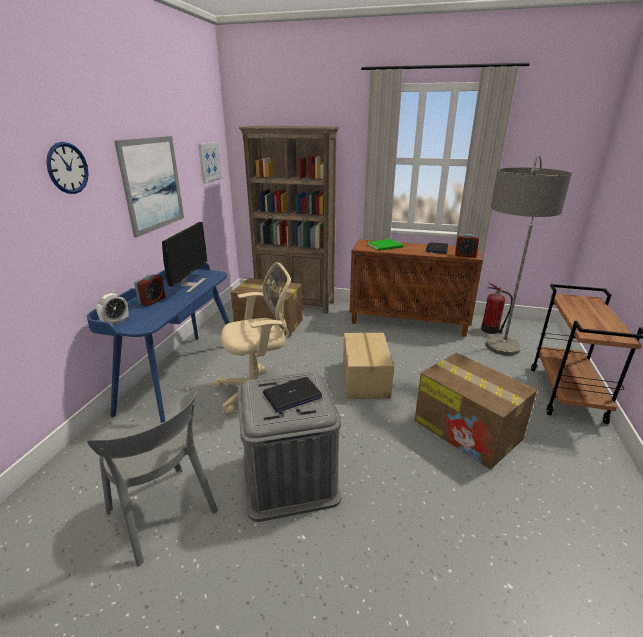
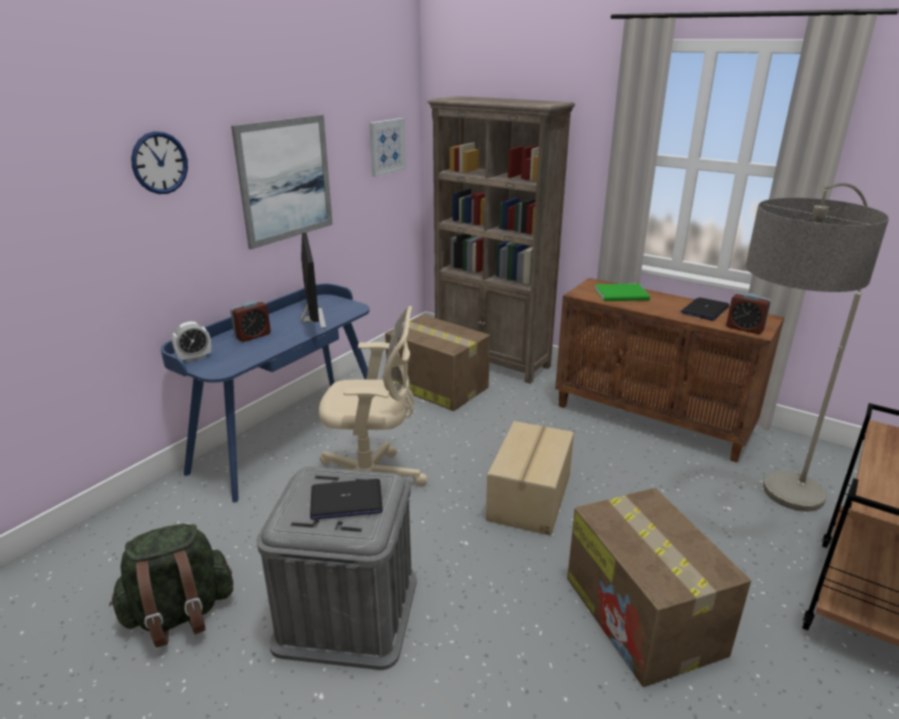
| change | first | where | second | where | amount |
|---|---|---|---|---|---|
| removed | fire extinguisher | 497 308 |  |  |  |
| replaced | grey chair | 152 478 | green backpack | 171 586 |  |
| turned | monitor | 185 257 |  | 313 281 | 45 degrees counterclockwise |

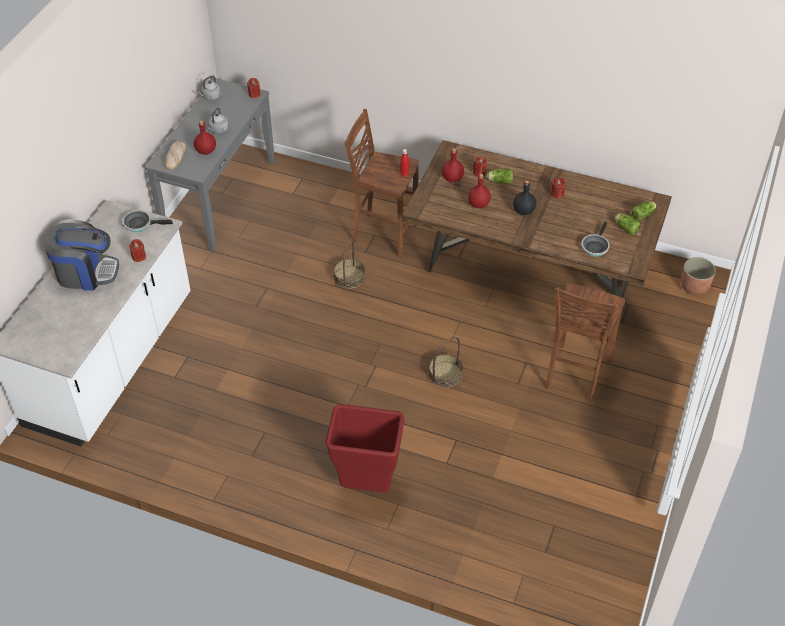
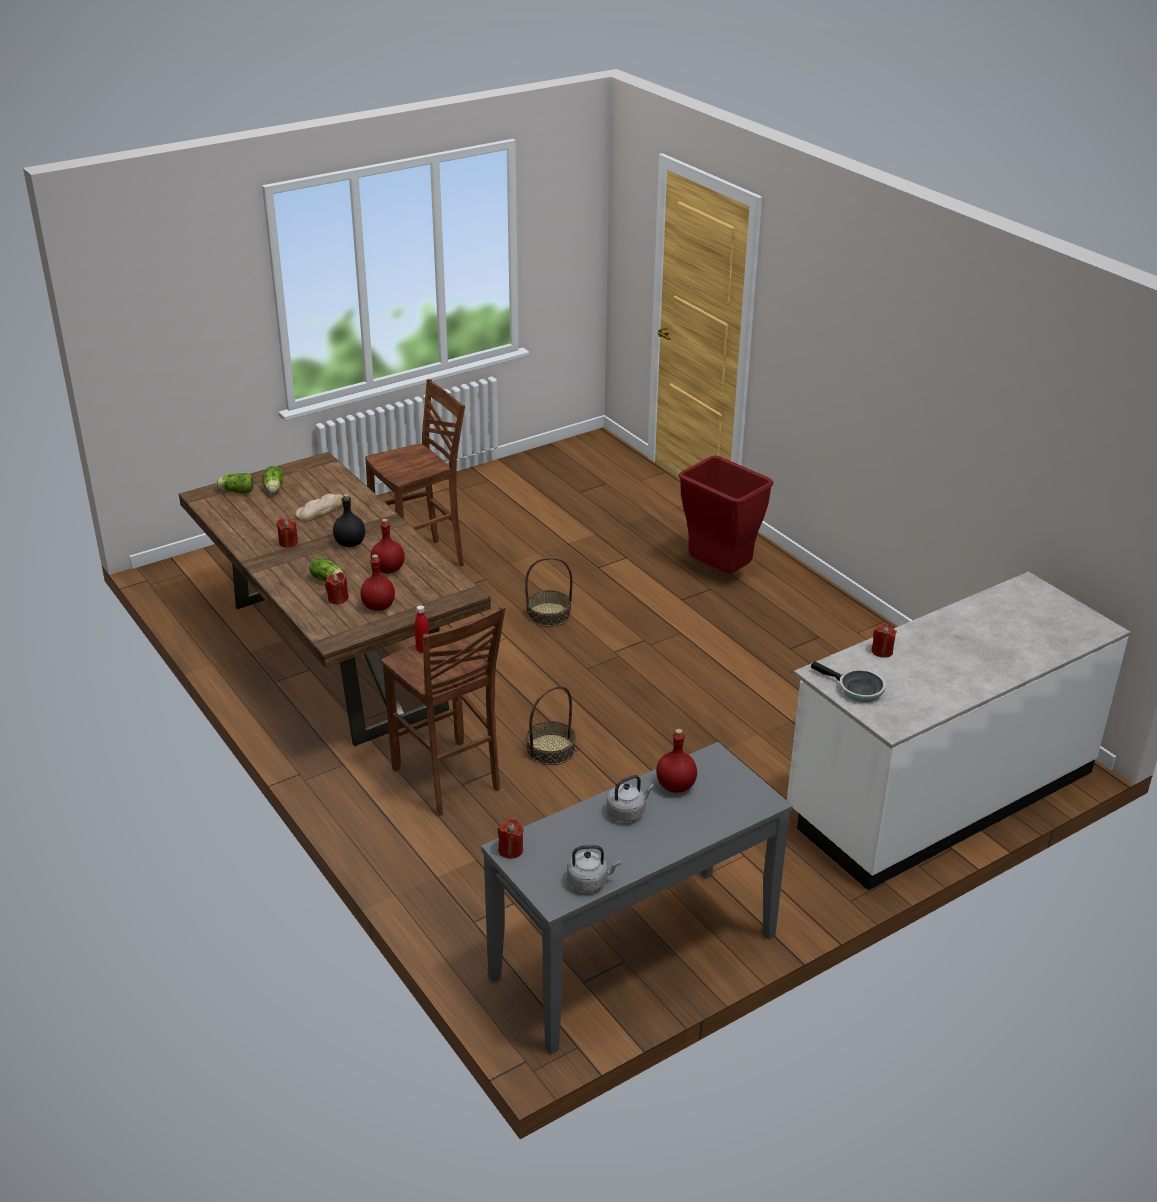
| change | first | where | second | where | amount |
|---|---|---|---|---|---|
| removed | coffee machine | 81 255 |  |  |  |
| removed | frying pan | 595 239 |  |  |  |
| removed | planter | 698 276 |  |  |  |
| moved | bread | 175 155 |  | 319 508 |  |

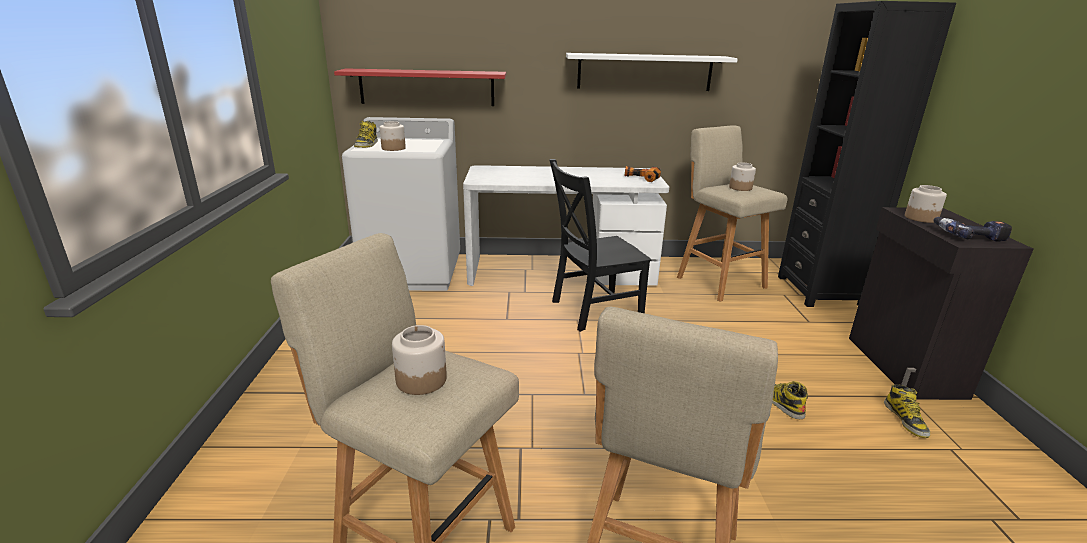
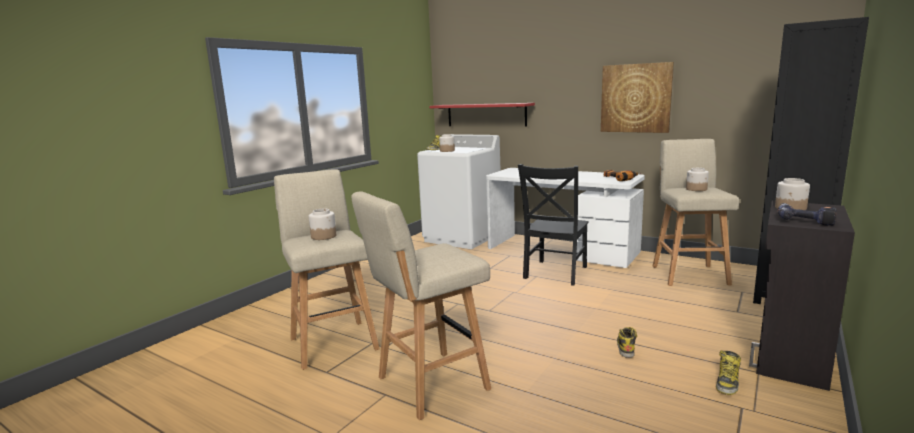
| change | first | where | second | where | amount |
|---|---|---|---|---|---|
| replaced | white shelf | 652 72 | picture | 637 97 |  |
| turned | black chair | 600 245 |  | 553 224 | 75 degrees counterclockwise |

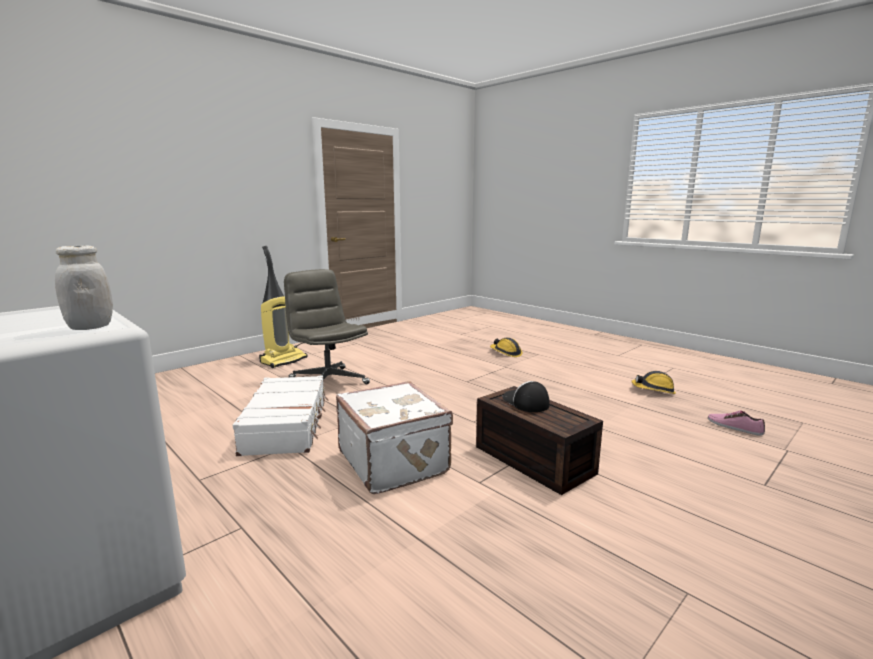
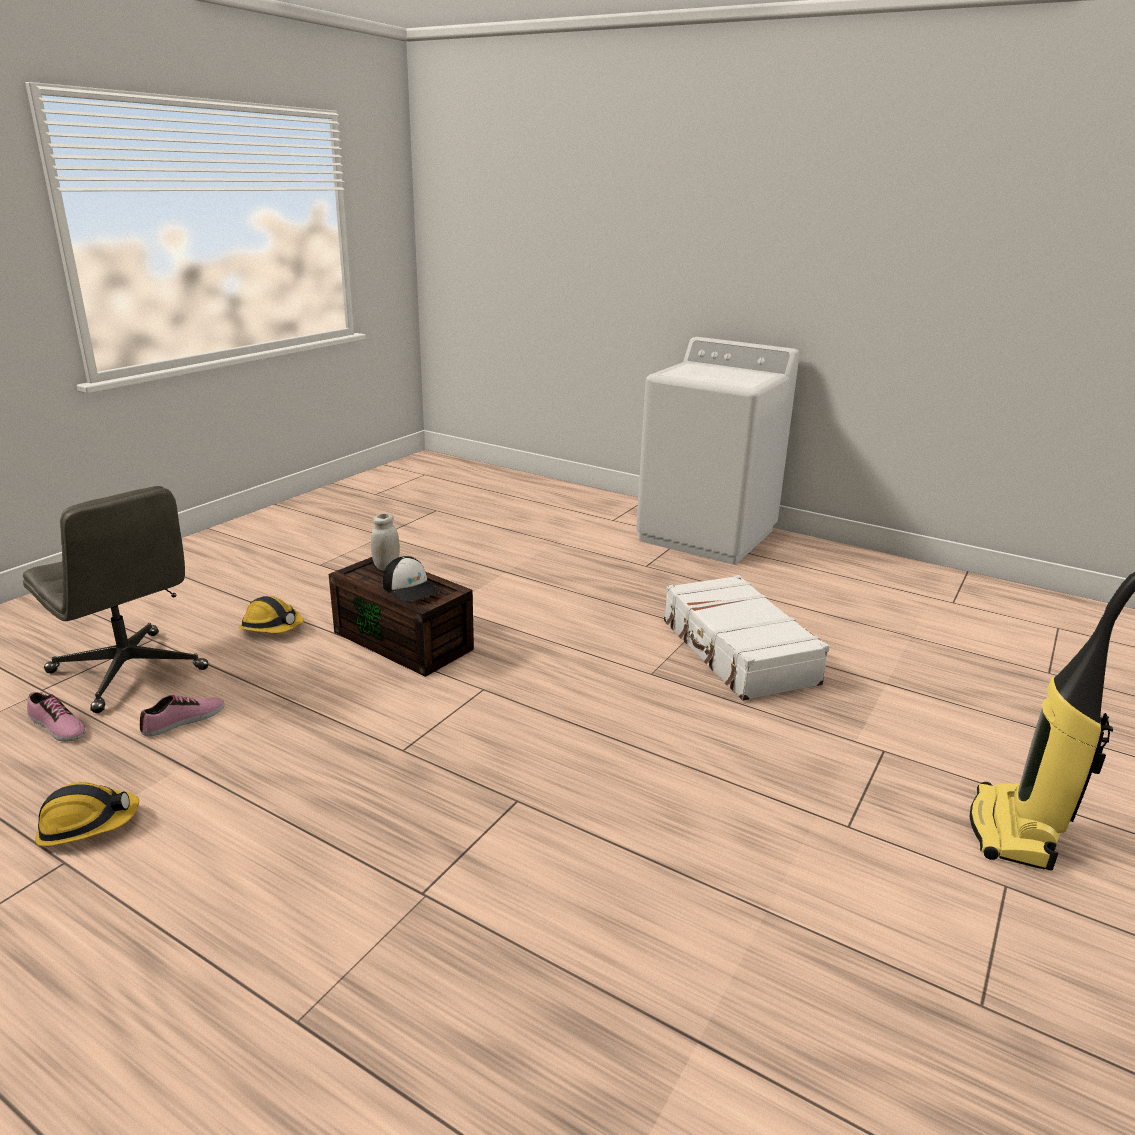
| change | first | where | second | where | amount |
|---|---|---|---|---|---|
| removed | white suitcase | 394 437 |  |  |  |
| added |  |  | shoe | 182 715 |  |
| moved | white jar | 84 287 |  | 385 542 |  |
| moved | grey office chair | 327 326 |  | 115 599 |  |
| moved | hard hat | 506 347 |  | 271 614 |  |

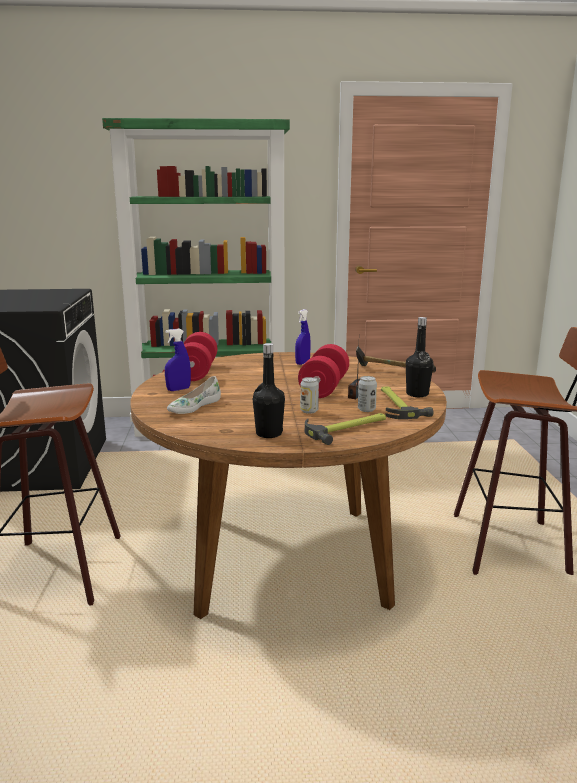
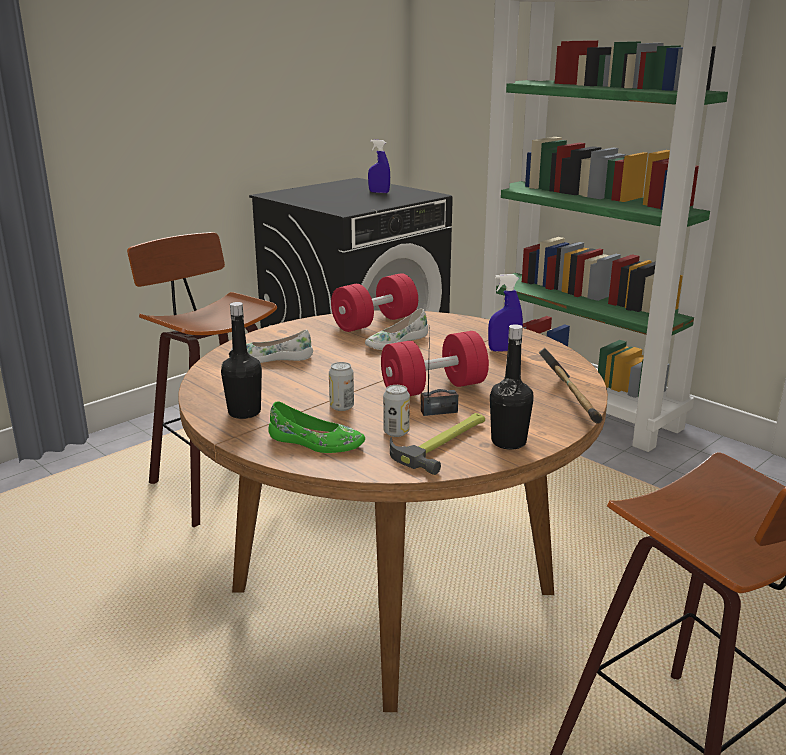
| change | first | where | second | where | amount |
|---|---|---|---|---|---|
| added |  |  | white shoe | 396 329 |  |
| moved | blue spray bottle | 178 359 |  | 379 166 |  |
| replaced | hammer | 345 429 | green shoe | 316 427 |  |

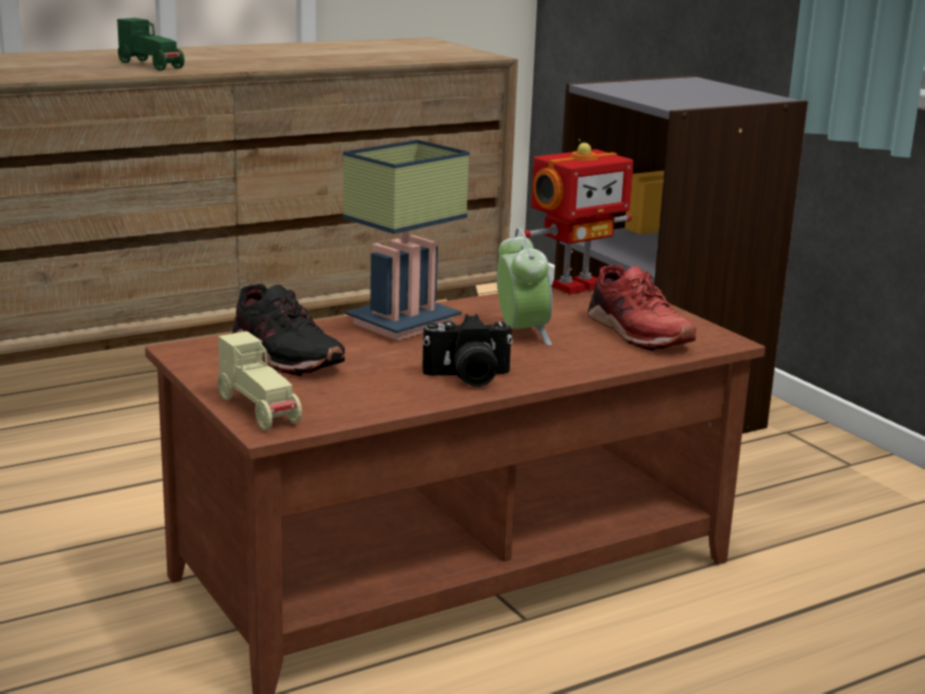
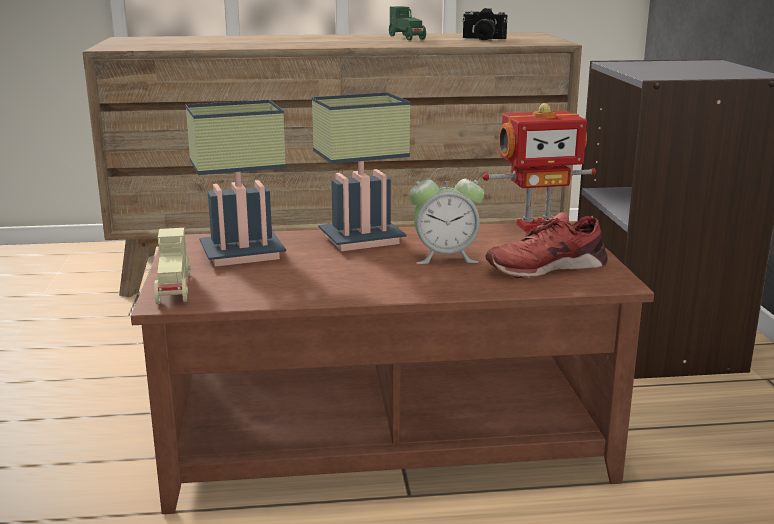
| change | first | where | second | where | amount |
|---|---|---|---|---|---|
| moved | green toy car | 150 44 |  | 407 23 |  |
| moved | photo camera | 467 350 |  | 484 24 |  |
| replaced | black shoe | 288 330 | table lamp | 235 183 |  |
| turned | alarm clock | 524 287 |  | 446 215 | 75 degrees clockwise |
| turned | red shoe | 642 308 |  | 546 245 | 75 degrees clockwise |

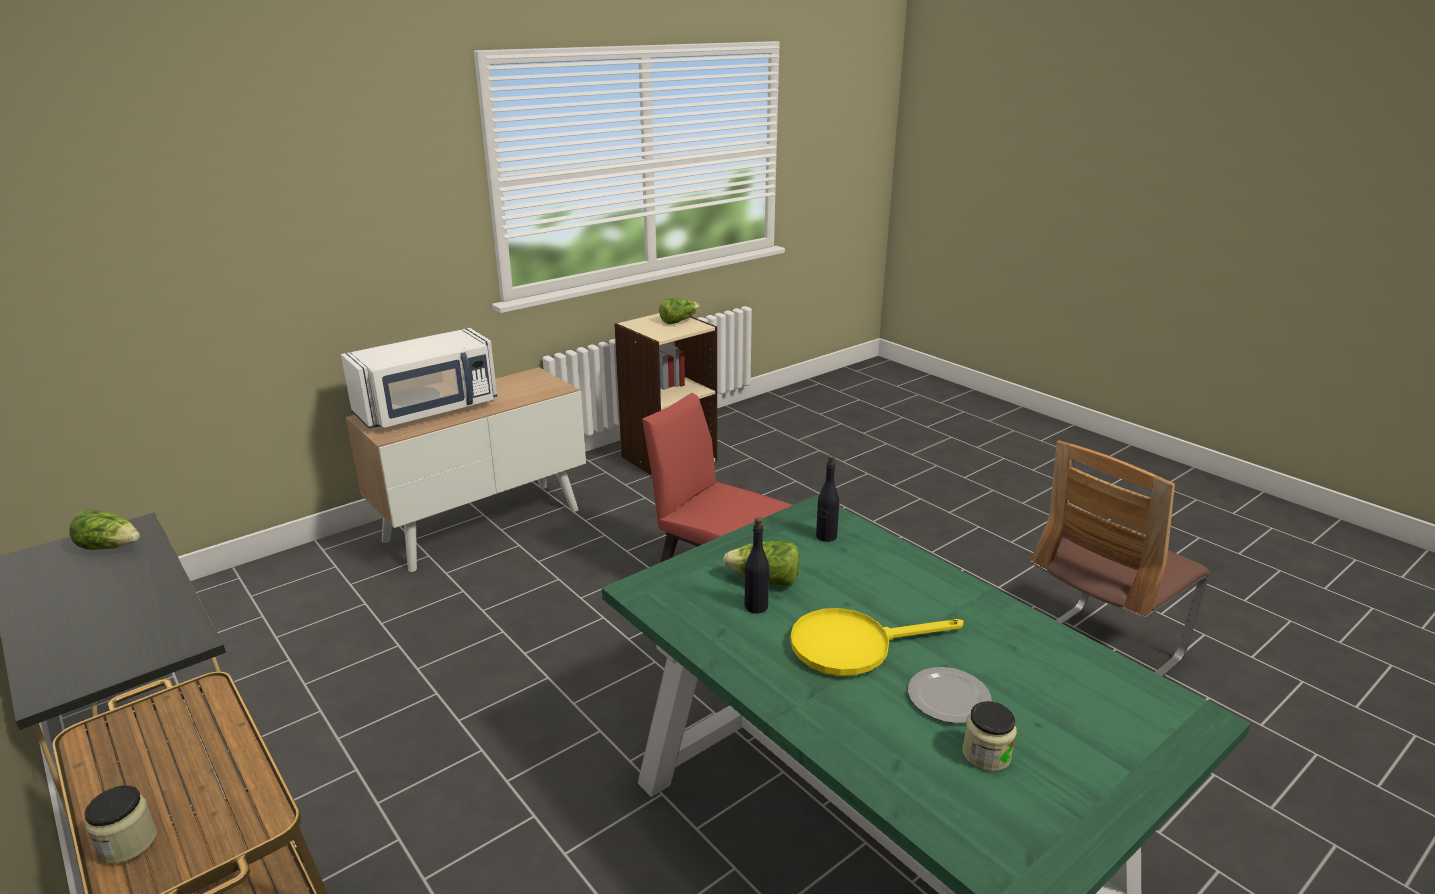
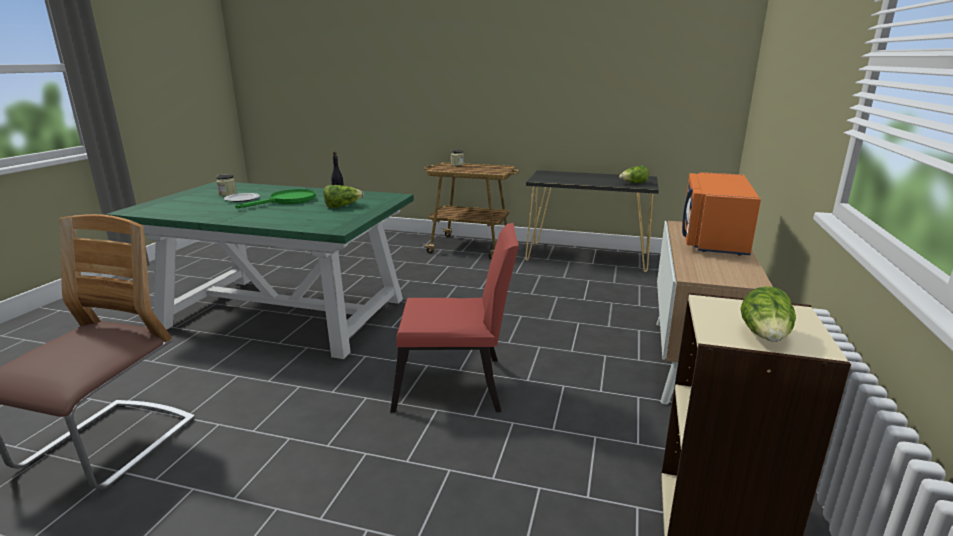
| change | first | where | second | where | amount |
|---|---|---|---|---|---|
| removed | black bottle | 827 498 |  |  |  |
| recoloured | white microwave | 419 378 | orange microwave | 721 213 |  |
| recoloured | yellow frying pan | 877 642 | green frying pan | 275 199 |  |

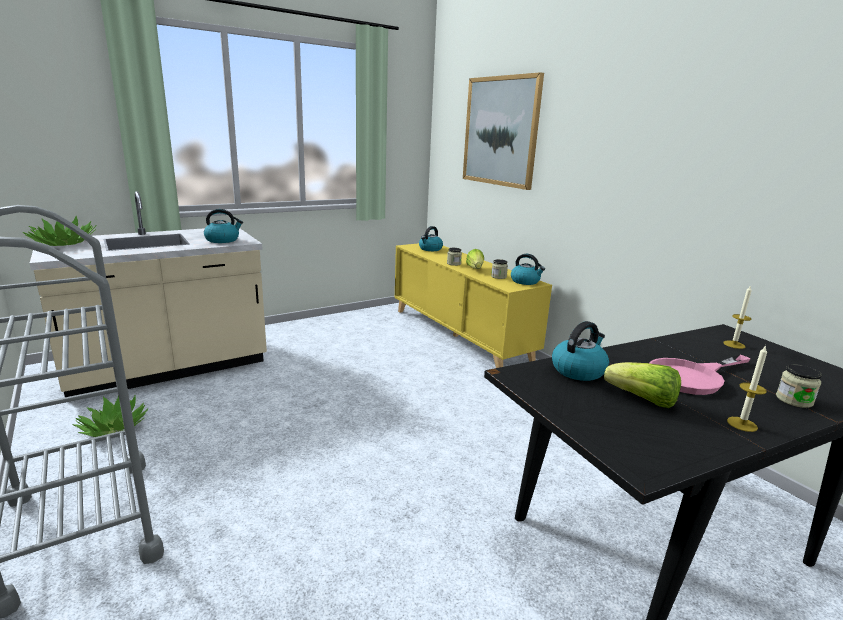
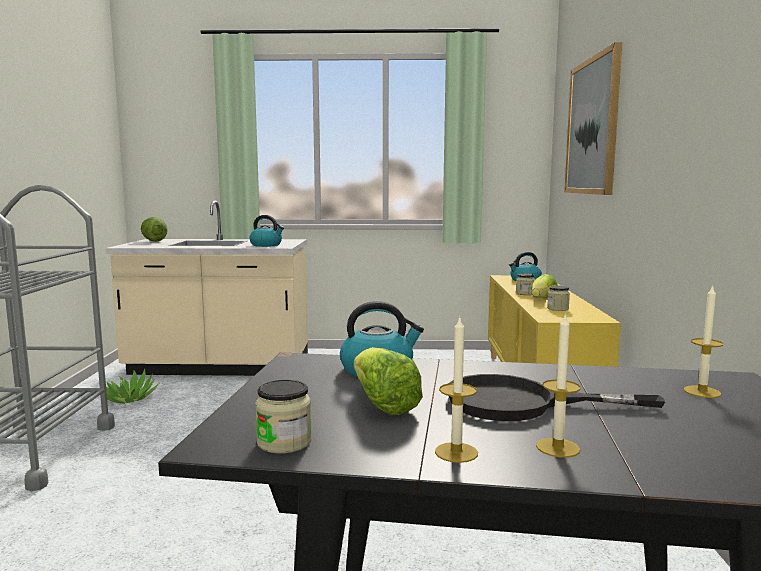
| change | first | where | second | where | amount |
|---|---|---|---|---|---|
| removed | kettle | 528 269 |  |  |  |
| added |  |  | candle | 558 385 |  |
| moved | jar | 799 386 |  | 283 416 |  |
| replaced | potted plant | 60 231 | lettuce | 154 229 |  |
| recoloured | pink frying pan | 700 375 | black frying pan | 557 397 |  |

